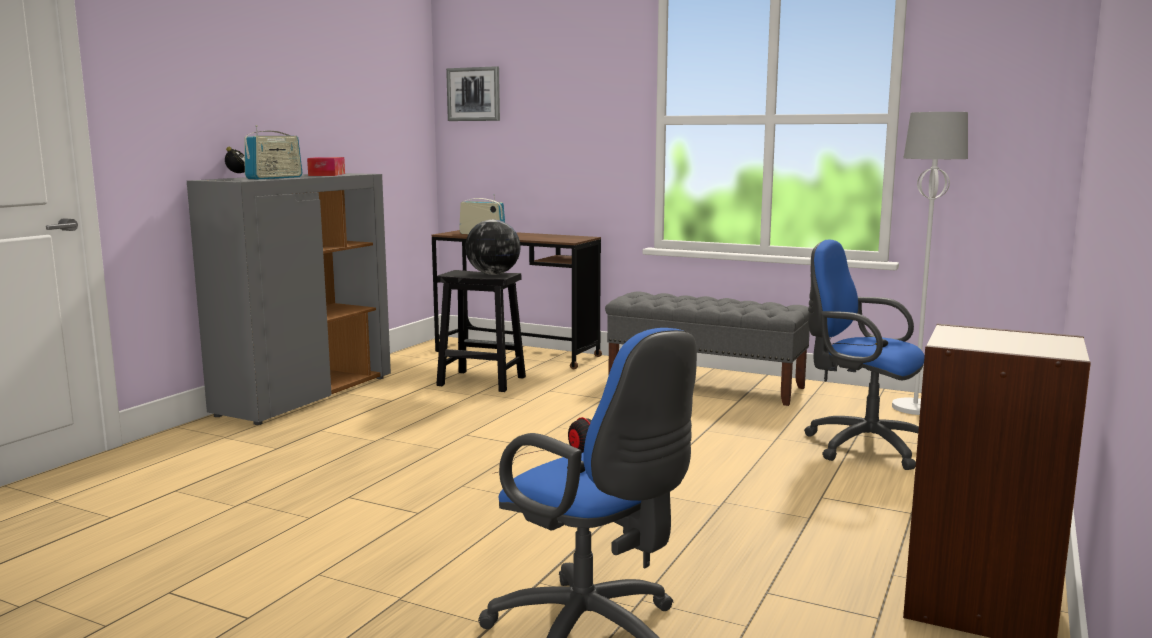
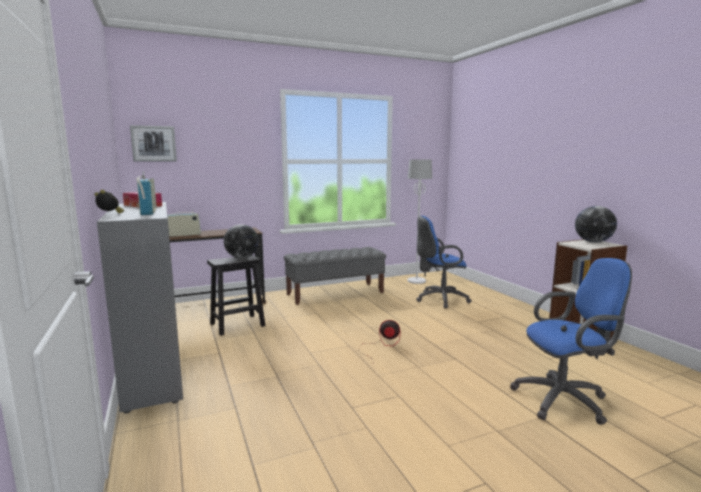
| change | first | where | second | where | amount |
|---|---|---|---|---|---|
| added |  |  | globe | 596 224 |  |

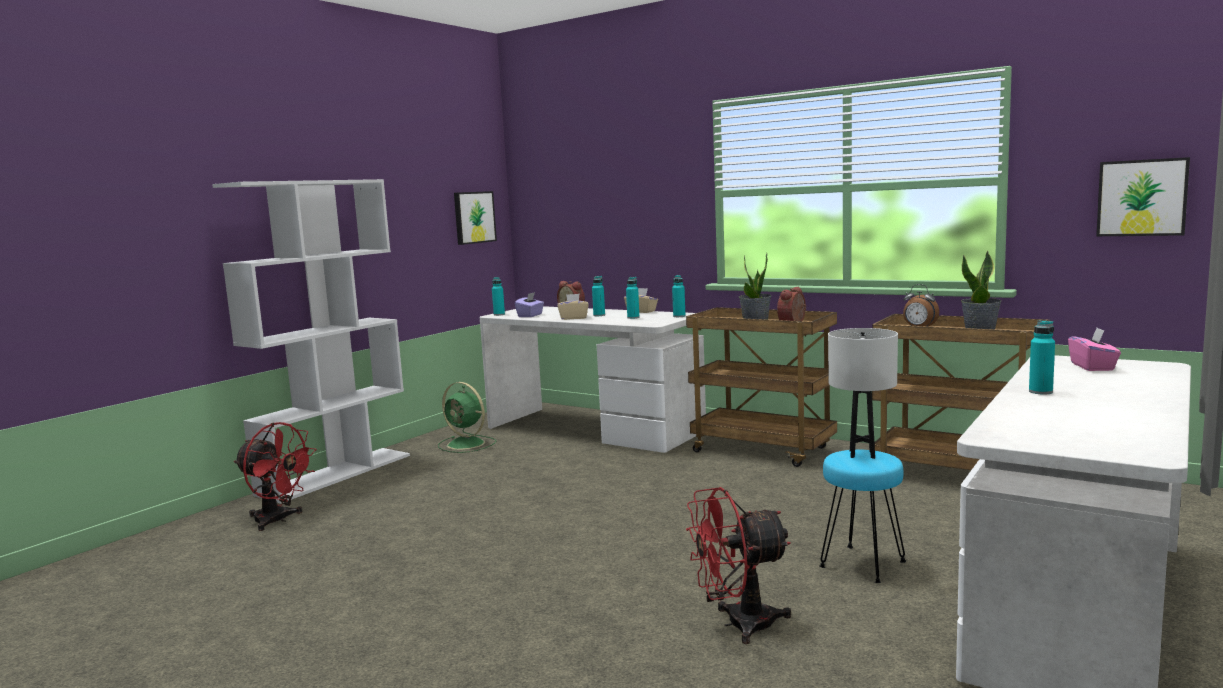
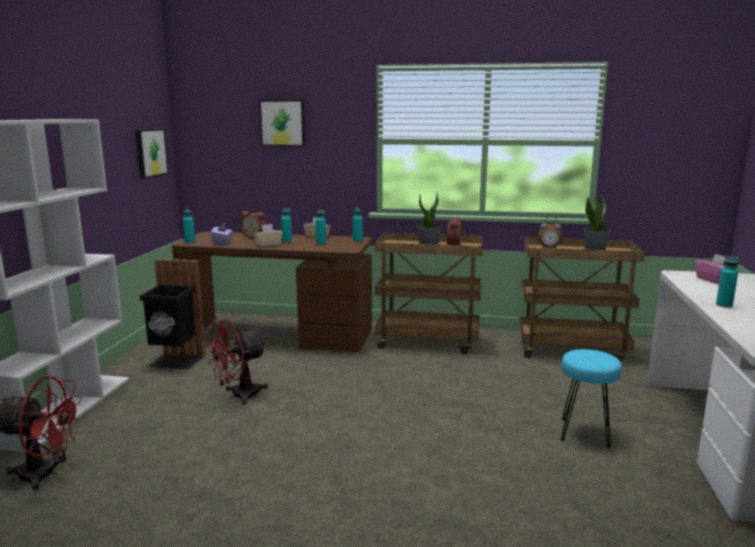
| change | first | where | second | where | amount |
|---|---|---|---|---|---|
| removed | white table lamp | 863 393 |  |  |  |
| moved | red fan | 738 565 |  | 236 362 |  |
| moved | picture | 1143 196 |  | 282 123 |  |
| replaced | green fan | 467 417 | black trash can | 173 314 |  |
| recoloured | white desk | 593 379 | brown desk | 272 291 |  |

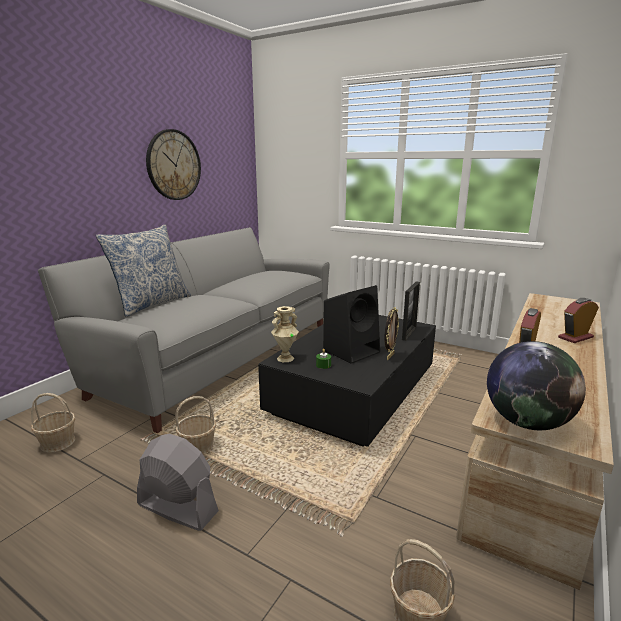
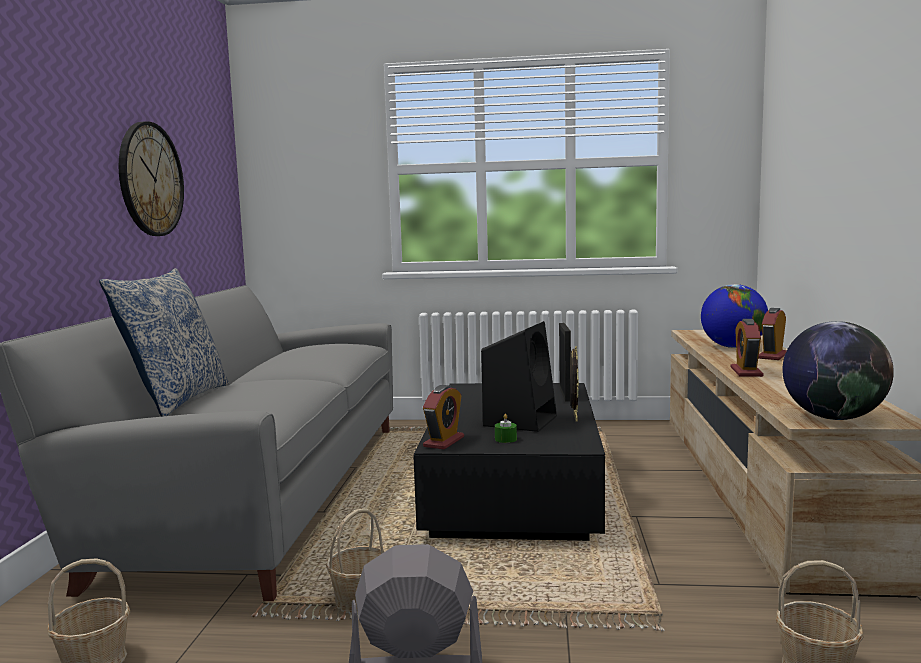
| change | first | where | second | where | amount |
|---|---|---|---|---|---|
| added |  |  | globe | 734 316 |  |
| replaced | beige vase | 285 334 | alarm clock | 443 417 |  |

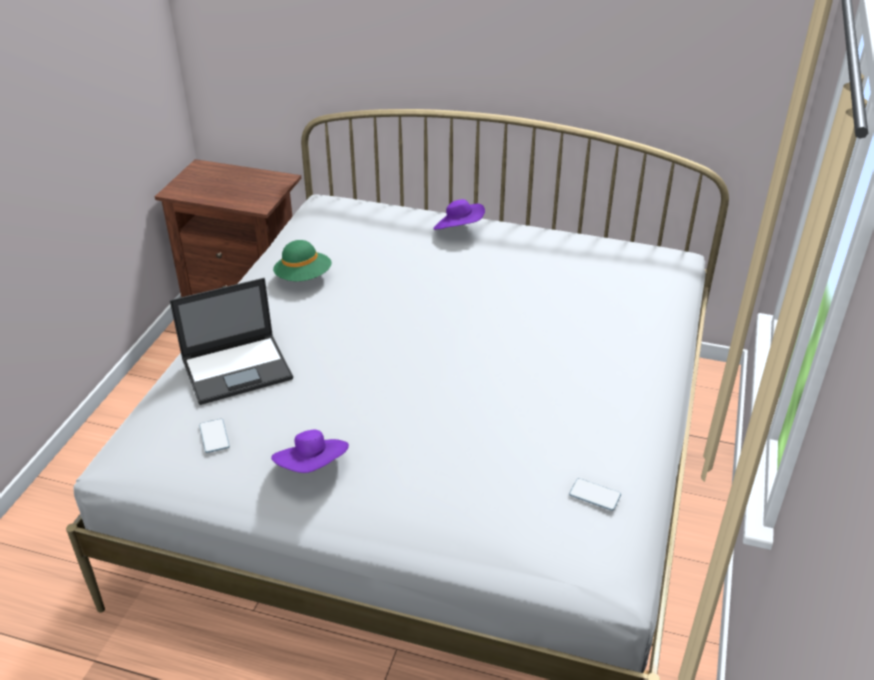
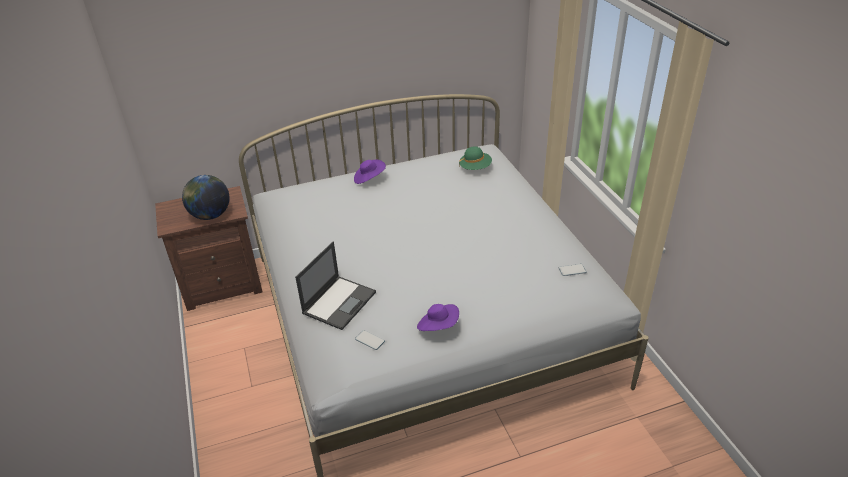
| change | first | where | second | where | amount |
|---|---|---|---|---|---|
| added |  |  | globe | 205 197 |  |
| moved | green hat | 302 260 |  | 475 158 |  |

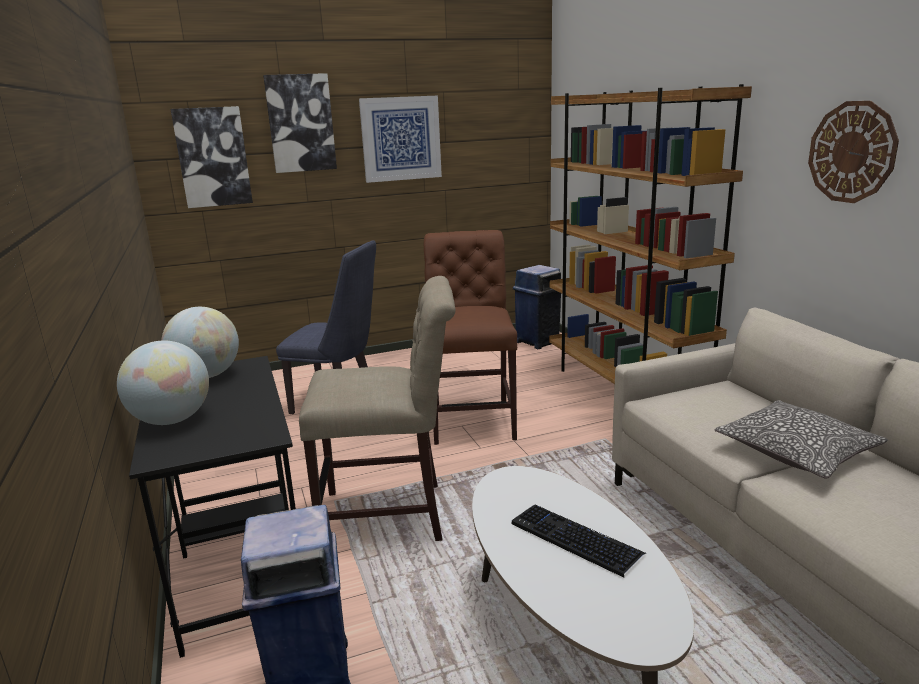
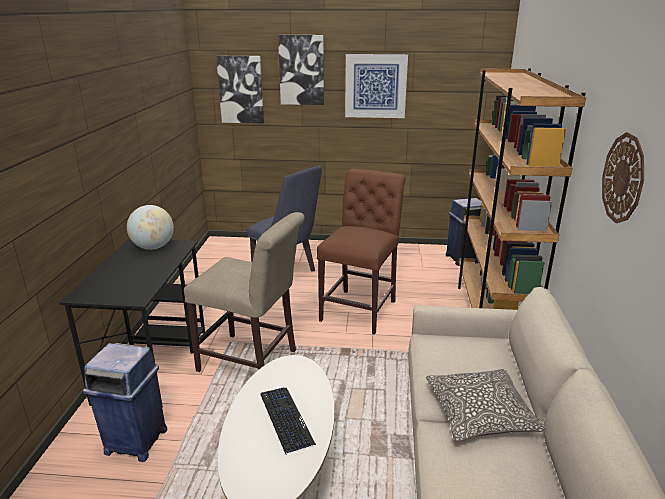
| change | first | where | second | where | amount |
|---|---|---|---|---|---|
| removed | globe | 163 382 |  |  |  |

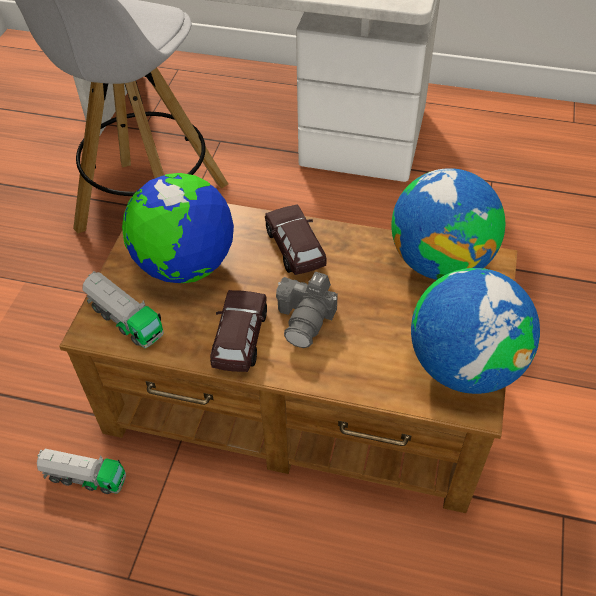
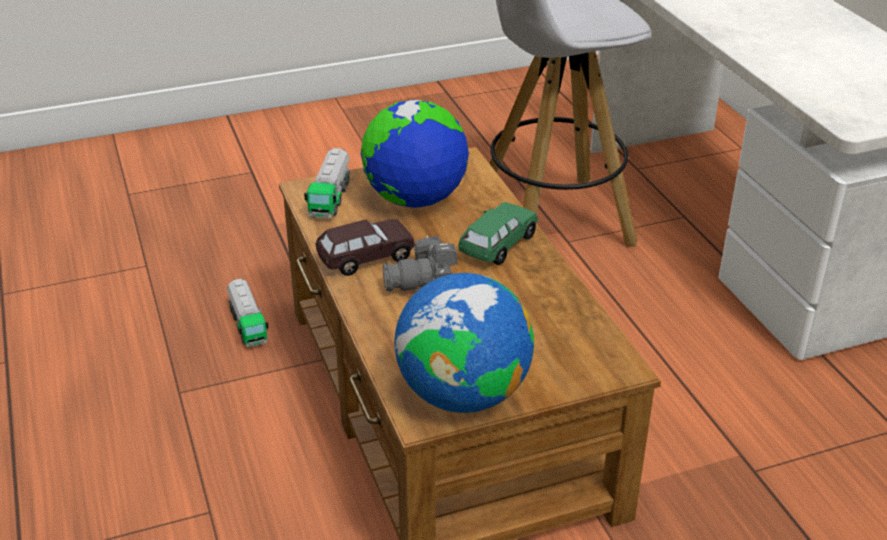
| change | first | where | second | where | amount |
|---|---|---|---|---|---|
| removed | globe | 448 224 |  |  |  |
| recoloured | brown toy car | 296 239 | green toy car | 498 233 |  |

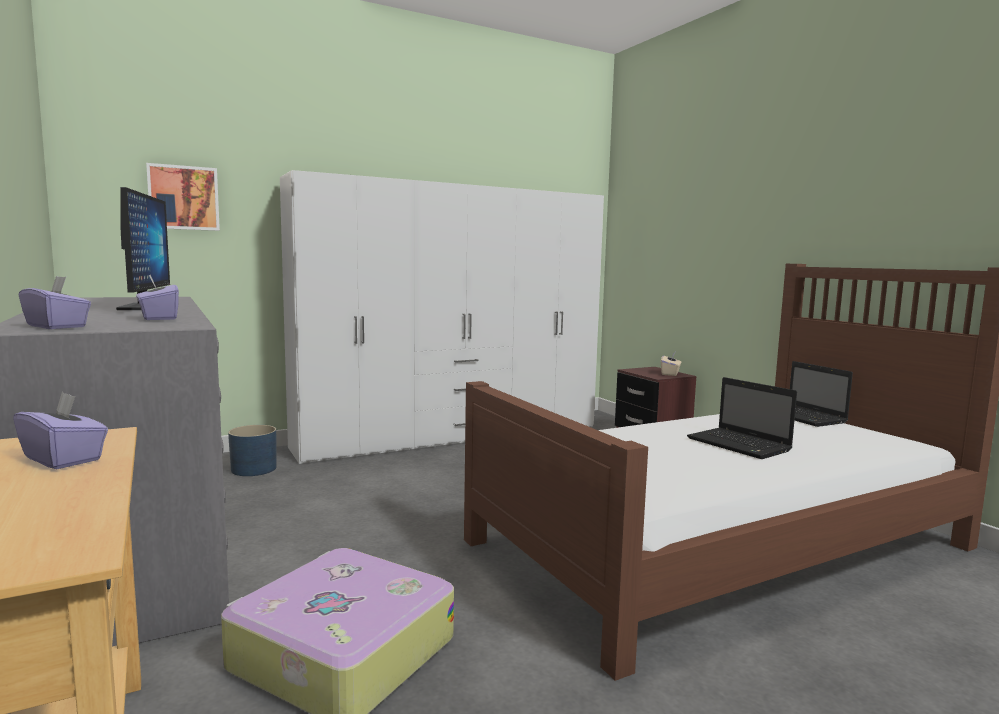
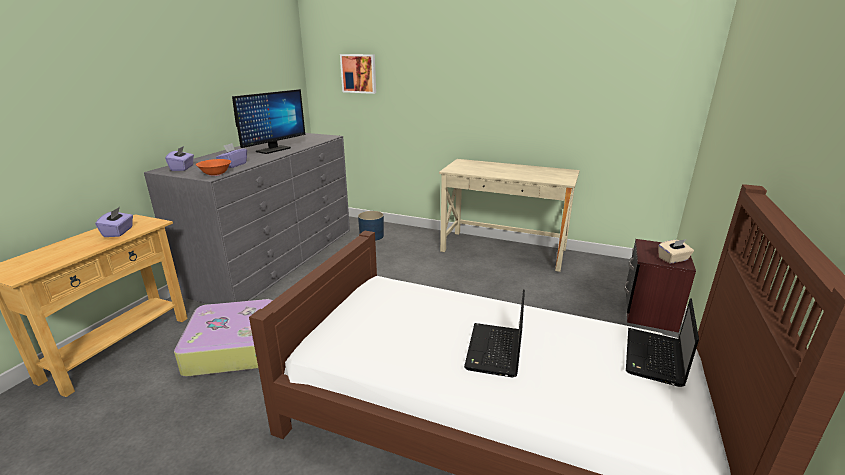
| change | first | where | second | where | amount |
|---|---|---|---|---|---|
| added |  |  | orange bowl | 213 167 |  |
| replaced | white wardrobe | 442 317 | beige desk | 509 215 |  |

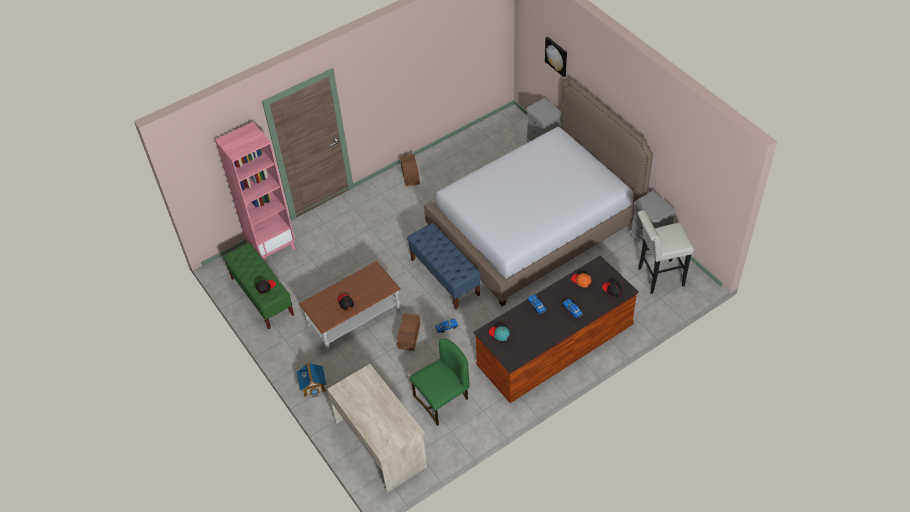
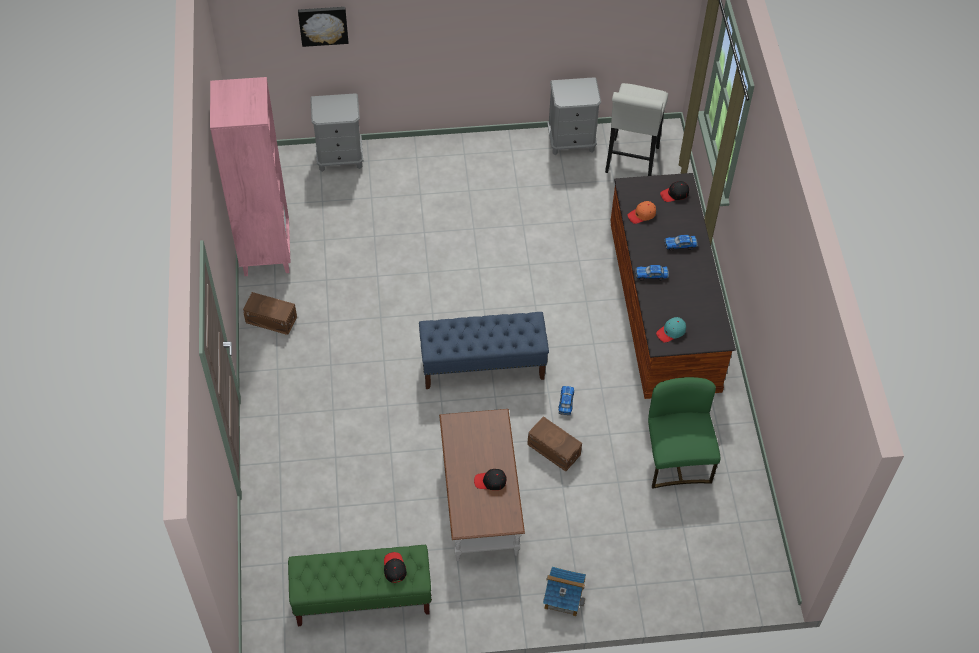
| change | first | where | second | where | amount |
|---|---|---|---|---|---|
| removed | beige desk | 377 428 |  |  |  |
| removed | bed | 538 193 |  |  |  |
| moved | pink bookcase | 255 192 |  | 250 176 |  |

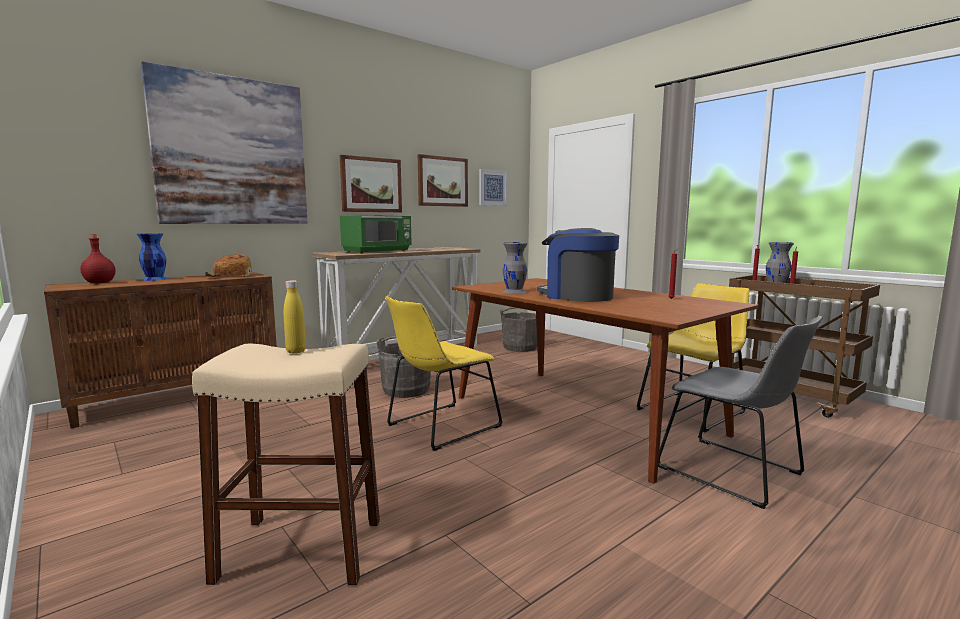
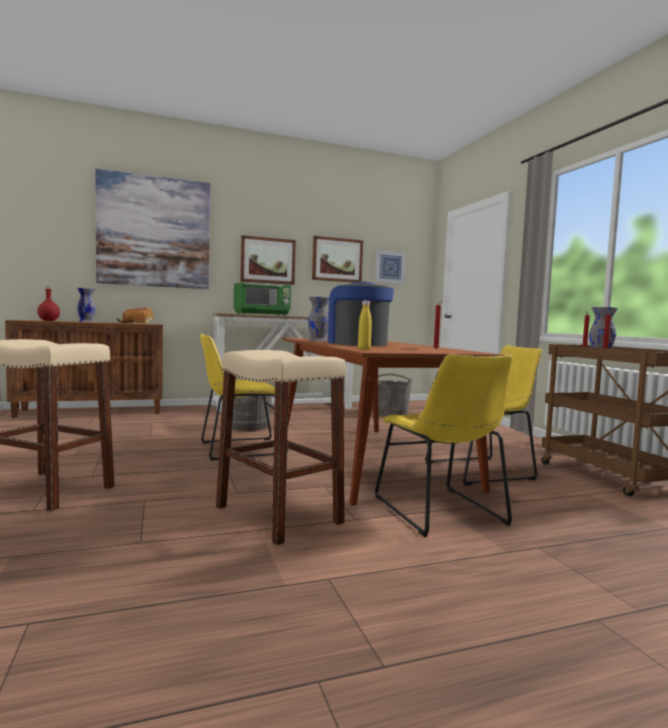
| change | first | where | second | where | amount |
|---|---|---|---|---|---|
| added |  |  | beige stool | 281 448 |  |
| moved | yellow bottle | 295 316 |  | 365 325 |  |
| recoloured | blue vase | 152 257 | grey vase | 86 305 |  |
| recoloured | grey chair | 740 412 | yellow chair | 443 445 |  |

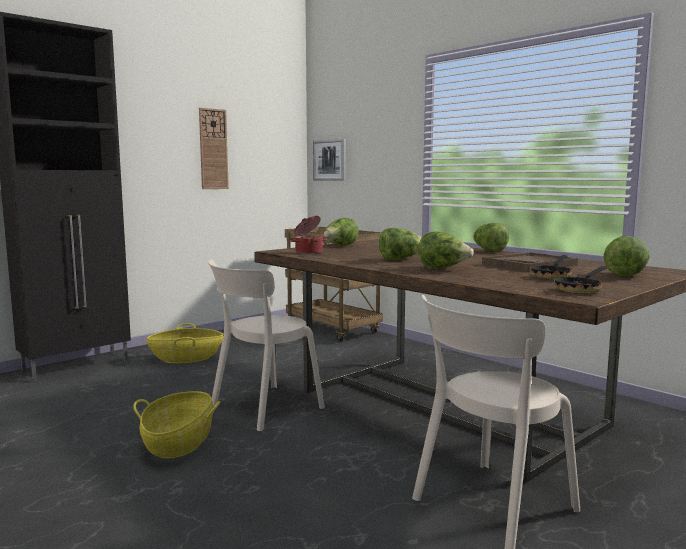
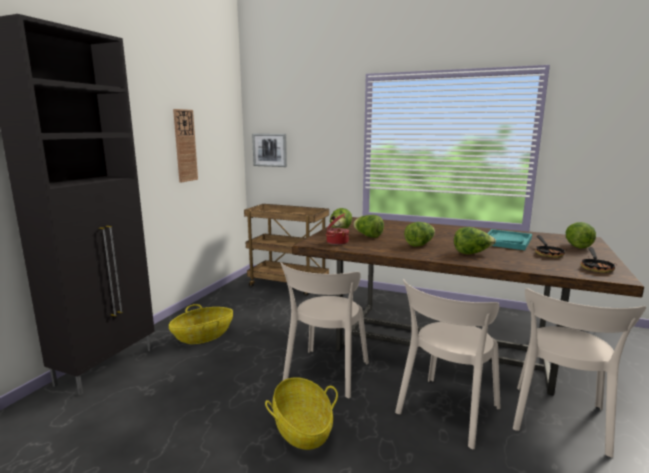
| change | first | where | second | where | amount |
|---|---|---|---|---|---|
| added |  |  | beige chair | 448 364 |  |
| moved | lettuce | 491 237 |  | 368 226 |  |
| recoloured | brown tray | 530 262 | turquoise tray | 509 239 |  |

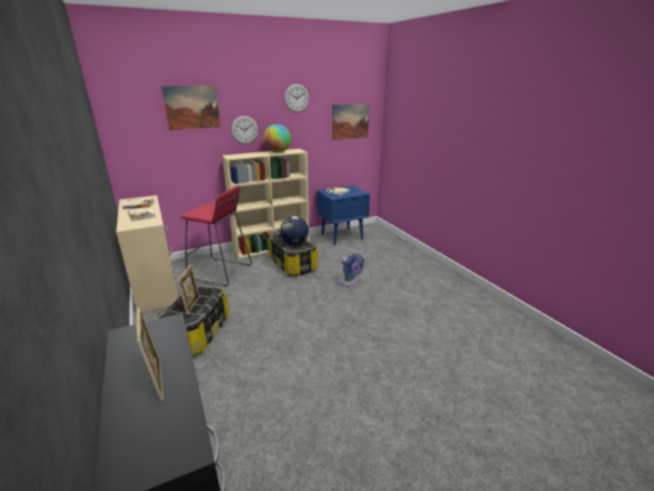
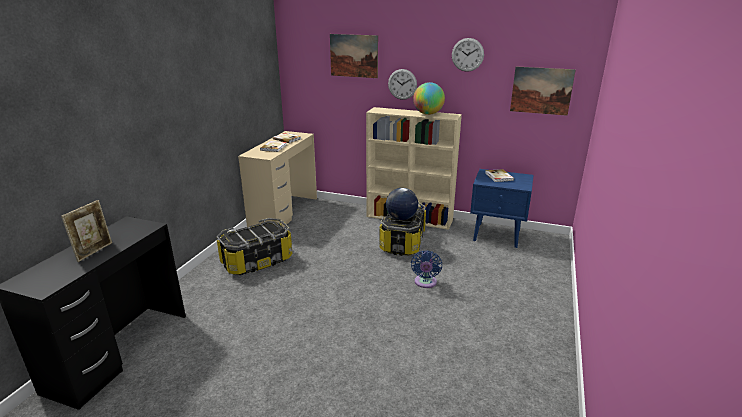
| change | first | where | second | where | amount |
|---|---|---|---|---|---|
| removed | picture frame | 188 290 |  |  |  |
| removed | red stool | 216 236 |  |  |  |

